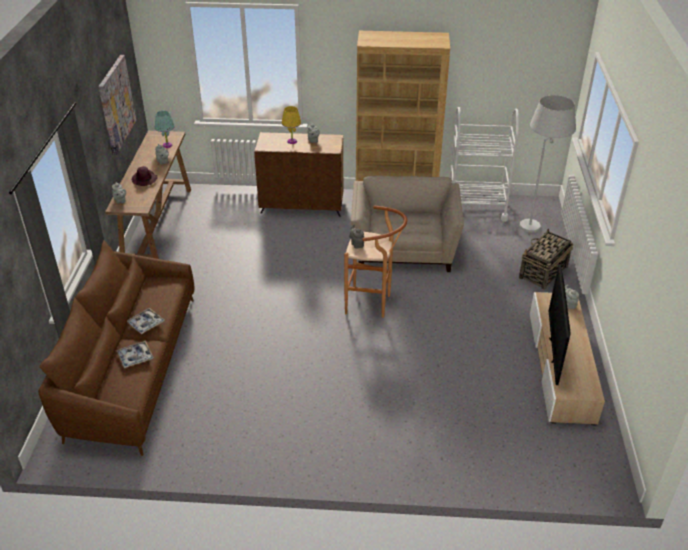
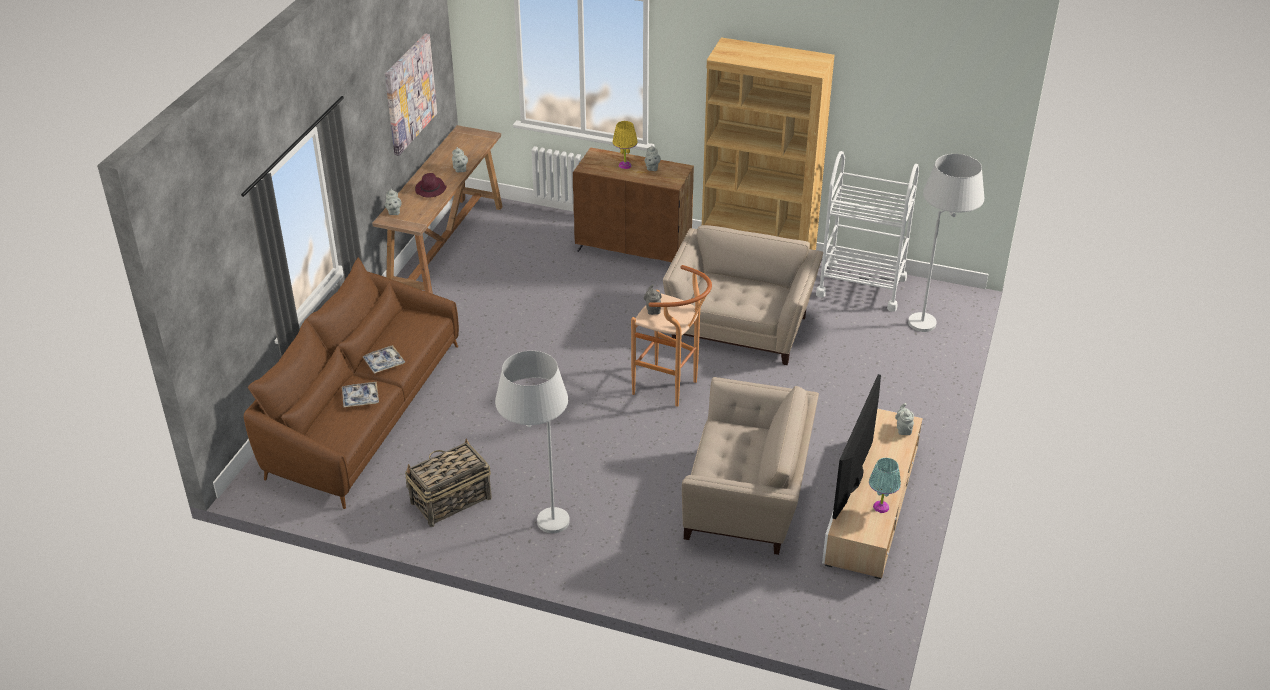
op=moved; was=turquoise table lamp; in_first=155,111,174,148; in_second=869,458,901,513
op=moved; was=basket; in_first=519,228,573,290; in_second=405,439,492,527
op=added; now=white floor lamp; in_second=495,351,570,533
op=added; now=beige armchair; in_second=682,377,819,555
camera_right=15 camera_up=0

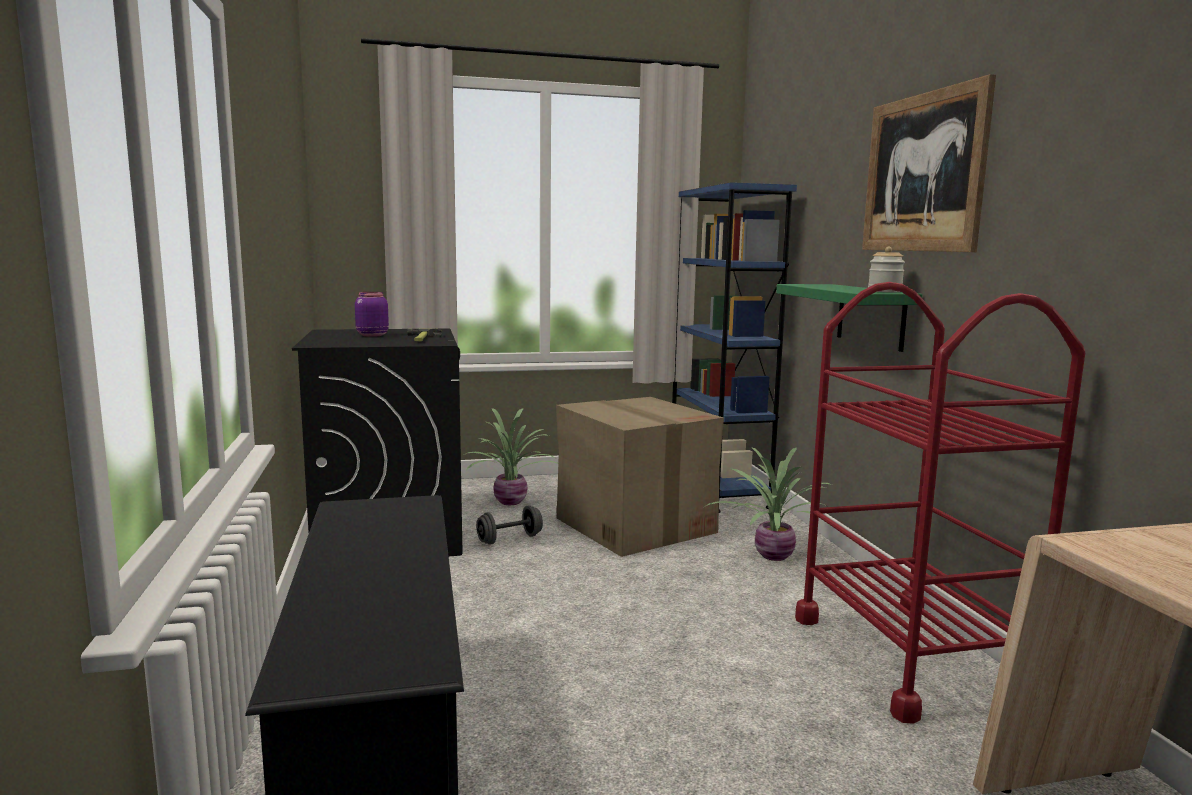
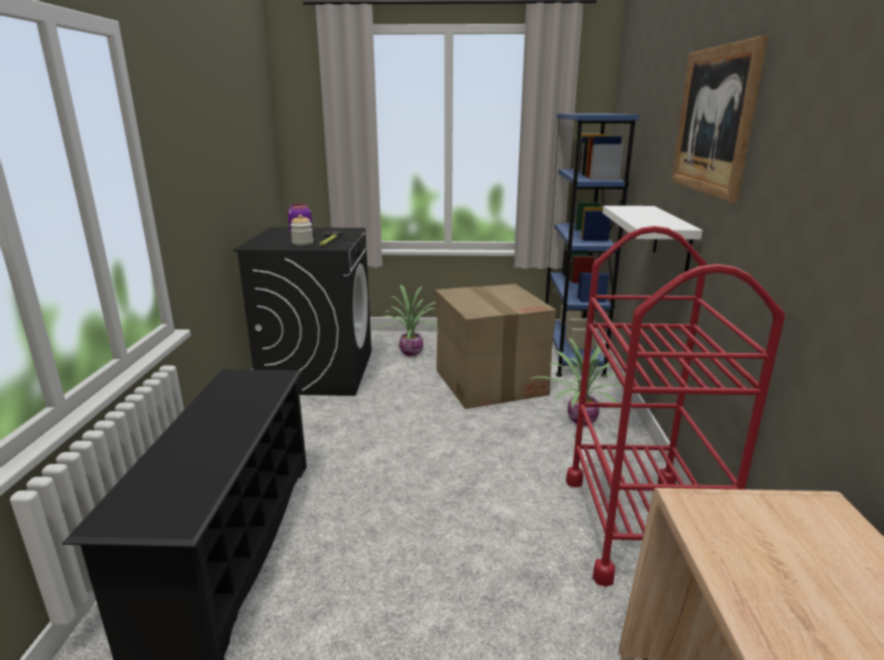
op=removed; was=grey dumbbell; in_first=476,505,543,545
op=recoloured; was=green shelf; now=white shelf; in_first=776,284,922,352; in_second=603,206,703,272
op=moved; was=jar; in_first=868,246,905,292; in_second=290,215,313,245
camera_right=15 camera_up=10

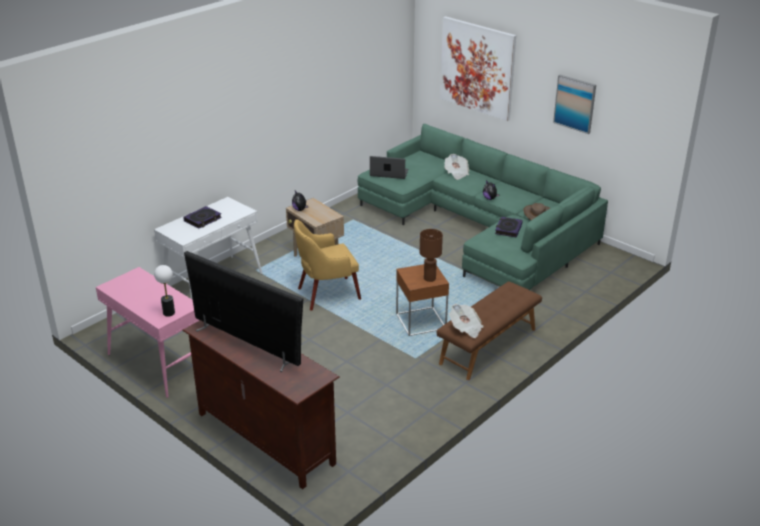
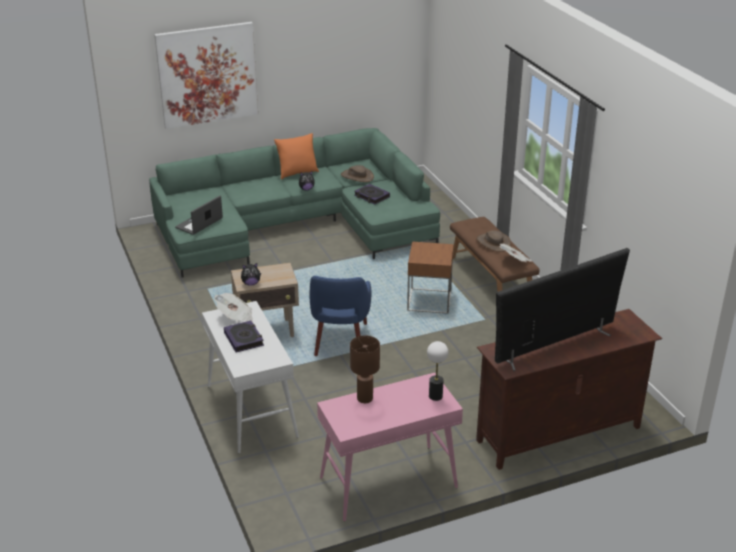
op=recoloured; was=yellow armchair; now=blue armchair; in_first=294,219,361,311; in_second=309,276,371,356
op=moved; was=brown table lamp; in_first=420,229,443,282; in_second=350,335,380,403
op=moved; was=newspaper; in_first=444,154,469,180; in_second=214,293,253,322
op=removed; was=picture; in_first=553,75,596,134
op=added; now=orange pillow; in_second=274,133,319,179
op=added; now=brown hat; in_second=476,230,511,252
camera_right=-65 camera_up=0

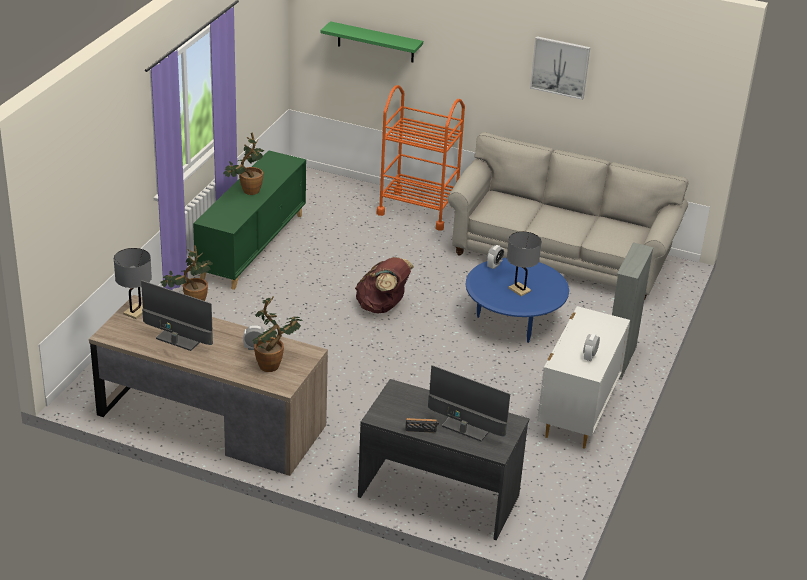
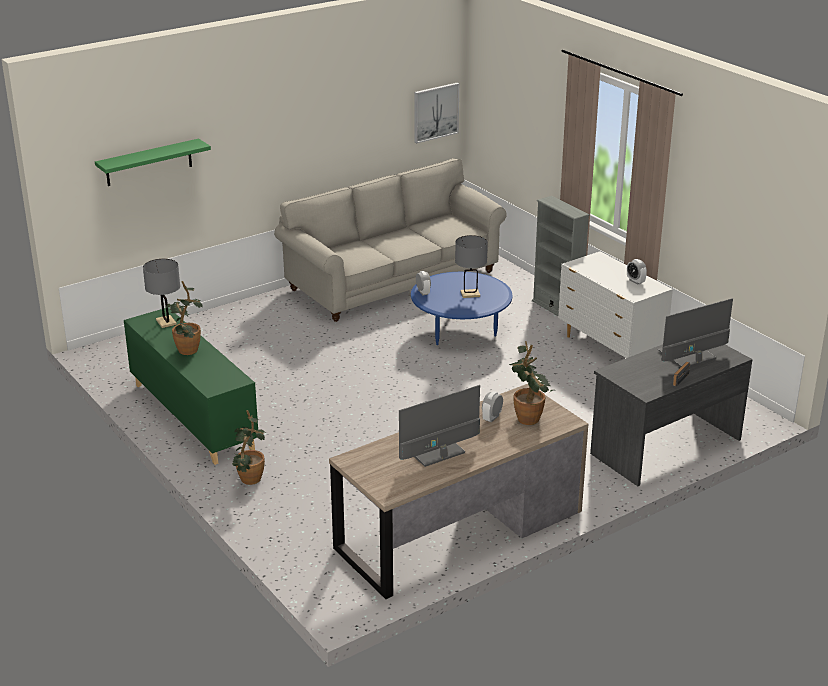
op=moved; was=grey table lamp; in_first=114,248,152,319; in_second=143,259,180,328
op=removed; was=brown backpack; in_first=355,257,414,314
op=removed; was=orange cart; in_first=377,85,465,231
op=moved; was=picture; in_first=530,36,590,100; in_second=414,83,459,143
camera_right=-55 camera_up=-5

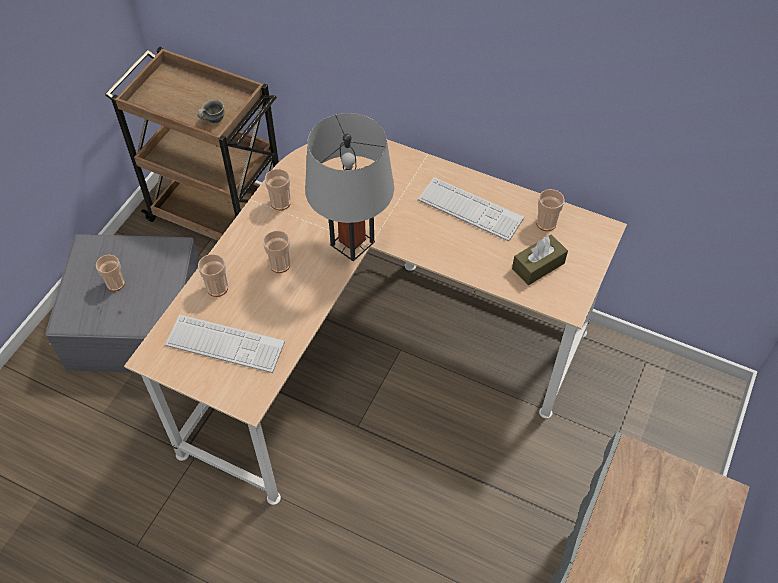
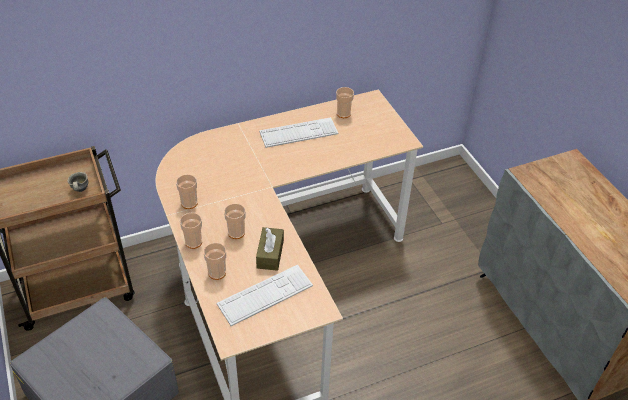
op=moved; was=cup; in_first=96,255,125,291; in_second=180,213,202,249
op=removed; was=grey table lamp; in_first=305,113,394,261
op=moved; was=brown tissue box; in_first=512,234,568,285; in_second=256,227,284,271
camera_right=-50 camera_up=-10

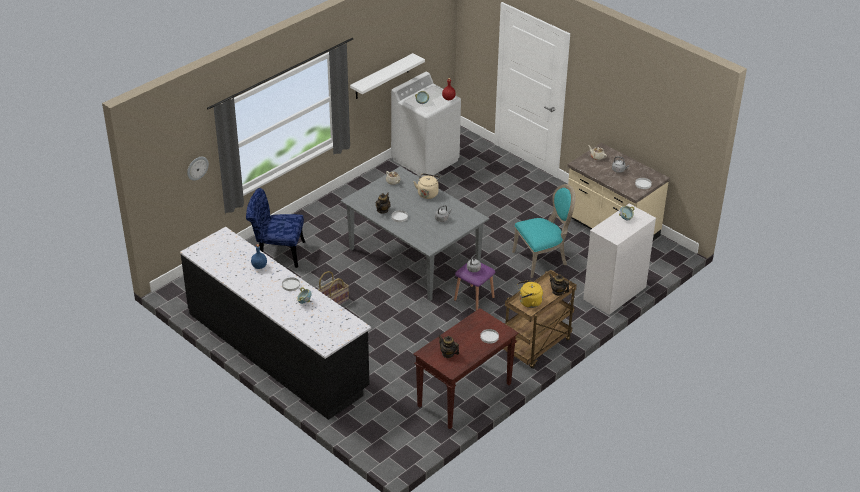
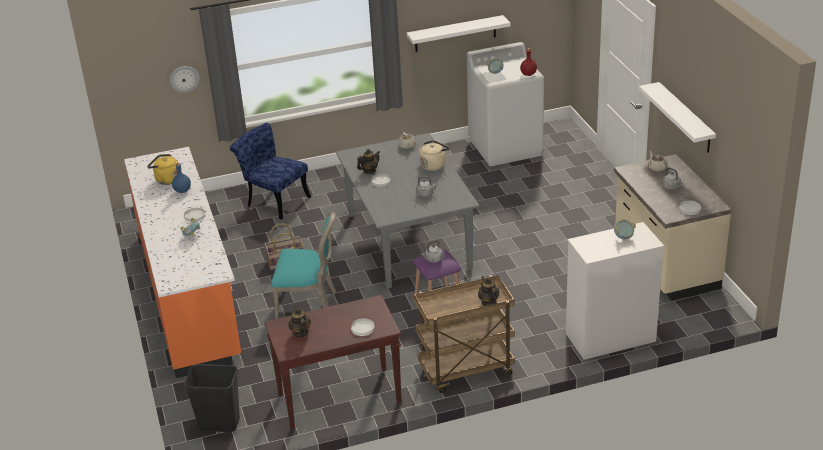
op=recoloured; was=black counter; now=orange counter; in_first=180,227,371,420; in_second=124,147,241,378
op=moved; was=turquoise chair; in_first=512,184,576,278; in_second=272,212,337,319
op=moved; was=yellow kettle; in_first=517,280,543,308; in_second=147,154,178,185
op=added; now=black trash can; in_second=184,364,240,432
op=added; now=white shelf; in_second=639,82,716,153
camera_right=30 camera_up=-5

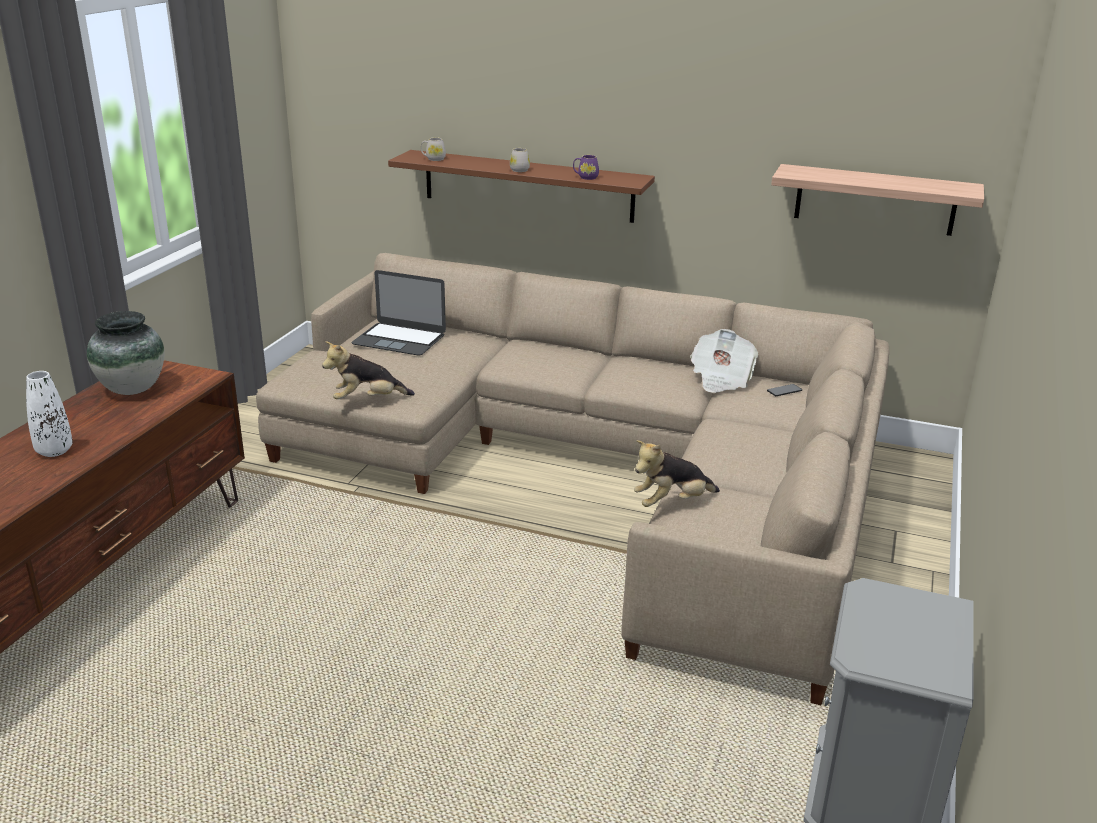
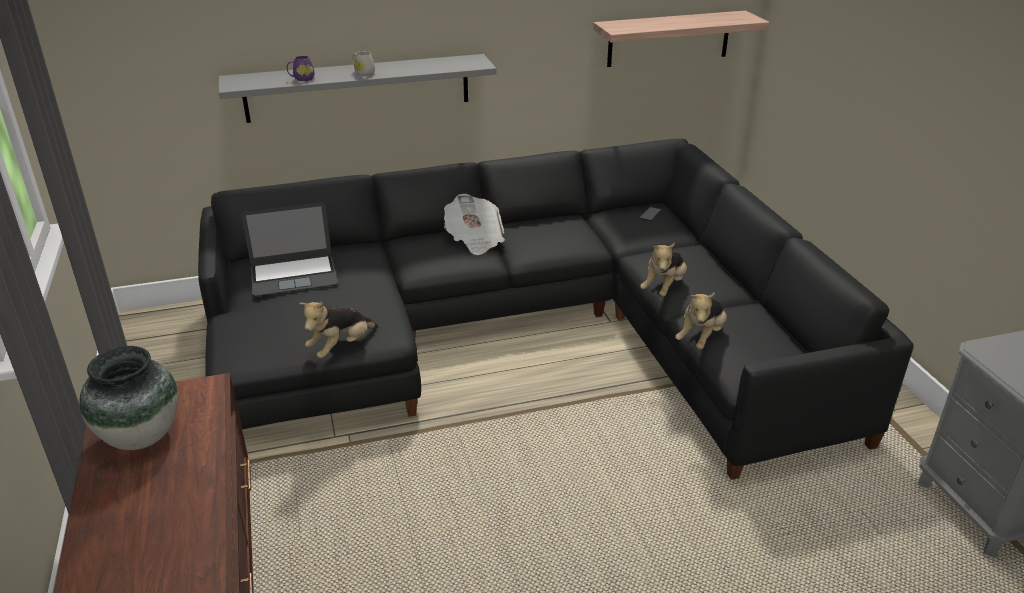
op=removed; was=white vase; in_first=26,371,73,457
op=recoloured; was=beige sofa; now=black sofa; in_first=256,253,889,705; in_second=198,138,914,480
op=recoloured; was=brown shelf; now=grey shelf; in_first=388,150,655,223; in_second=219,54,497,123
op=removed; was=white mug; in_first=420,137,446,161
op=moved; was=purple mug; in_first=573,155,599,180; in_second=287,56,314,81
op=moved; was=newspaper; in_first=690,329,758,393; in_second=444,194,505,255
op=added; now=plush toy; in_second=640,243,687,296
camera_right=-35 camera_up=5

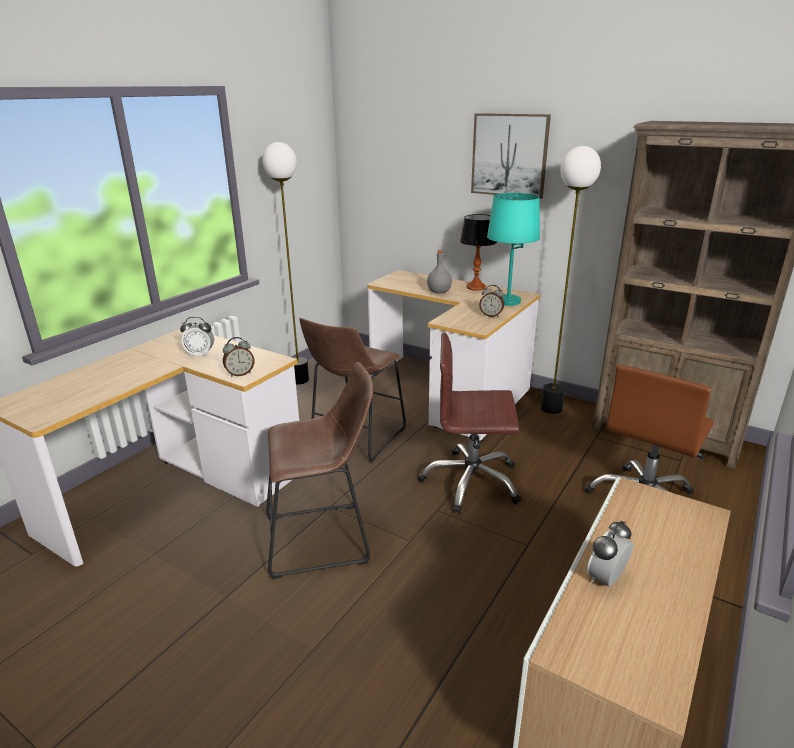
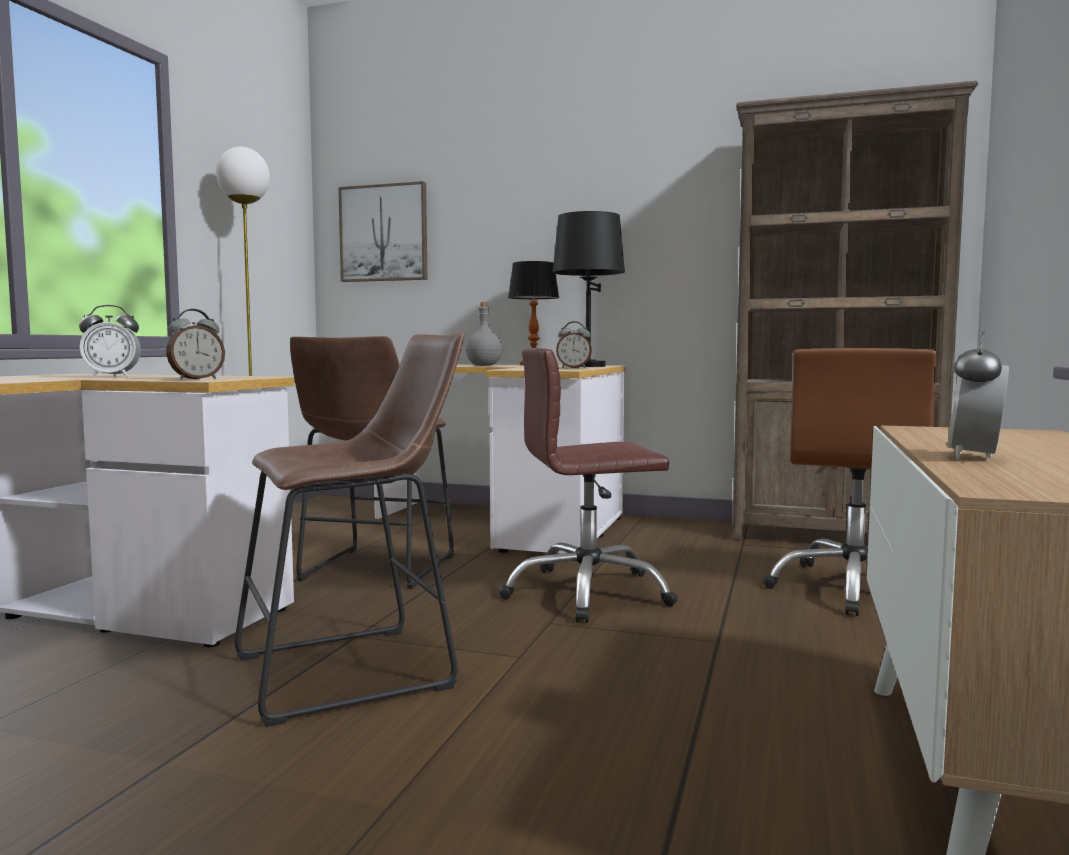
op=moved; was=picture; in_first=471,113,551,199; in_second=338,181,427,282
op=recoloured; was=turquoise table lamp; now=black table lamp; in_first=487,193,540,306; in_second=553,211,625,367
op=removed; was=floor lamp; in_first=541,146,601,414
camera_right=-15 camera_up=-20

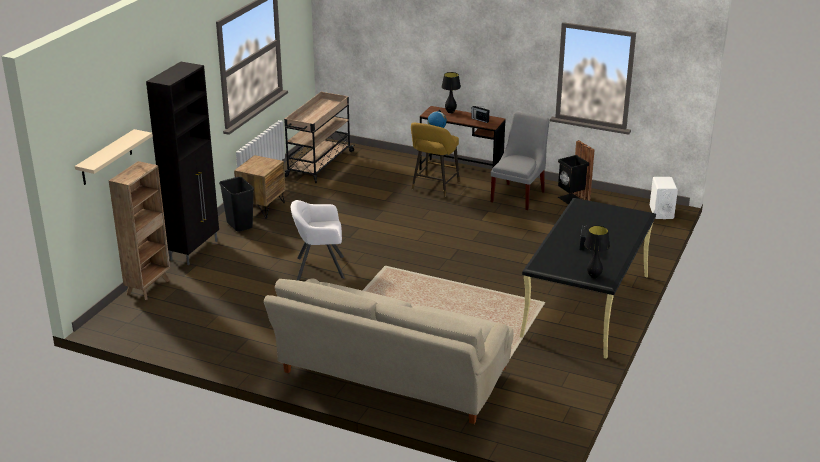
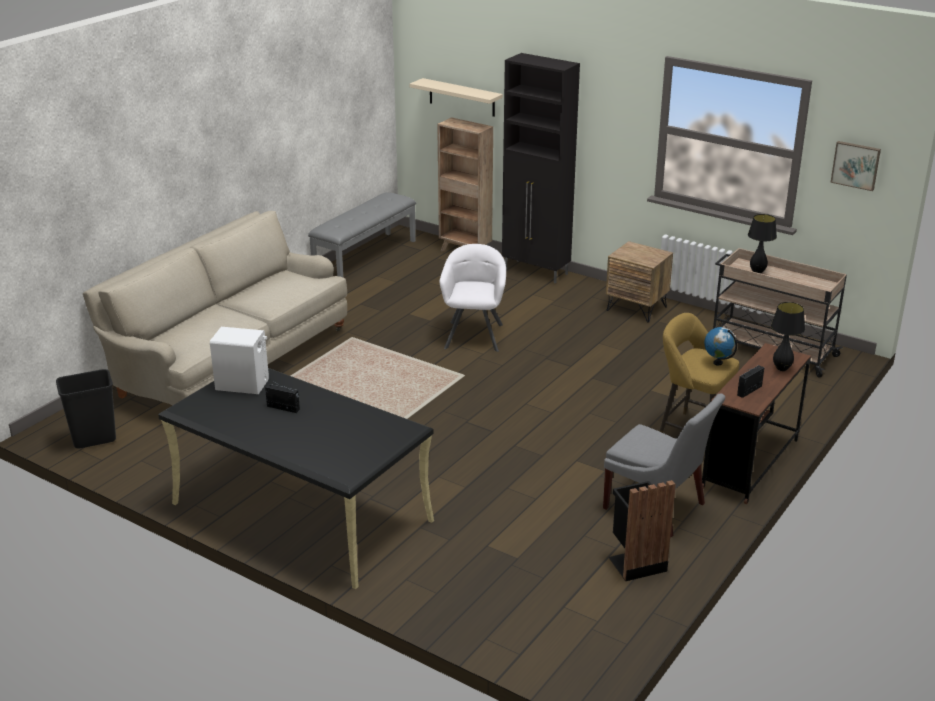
op=moved; was=black trash can; in_first=219,177,254,232; in_second=56,369,116,449
op=moved; was=black table lamp; in_first=584,225,610,279; in_second=748,214,777,274
op=moved; was=white speaker; in_first=650,177,678,219; in_second=210,327,269,394
op=added; now=grey bench; in_second=308,192,416,277
op=added; now=picture; in_second=830,141,881,191
camera_right=100 camera_up=0

